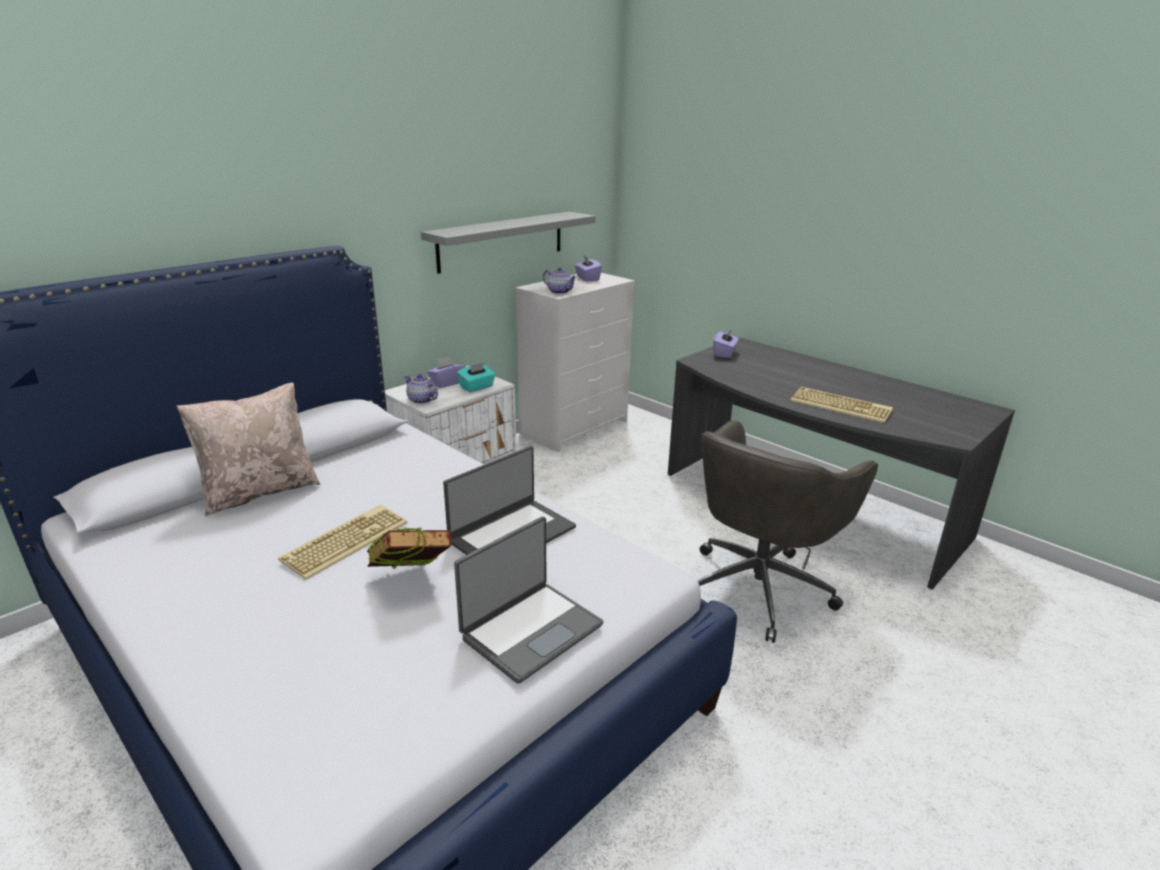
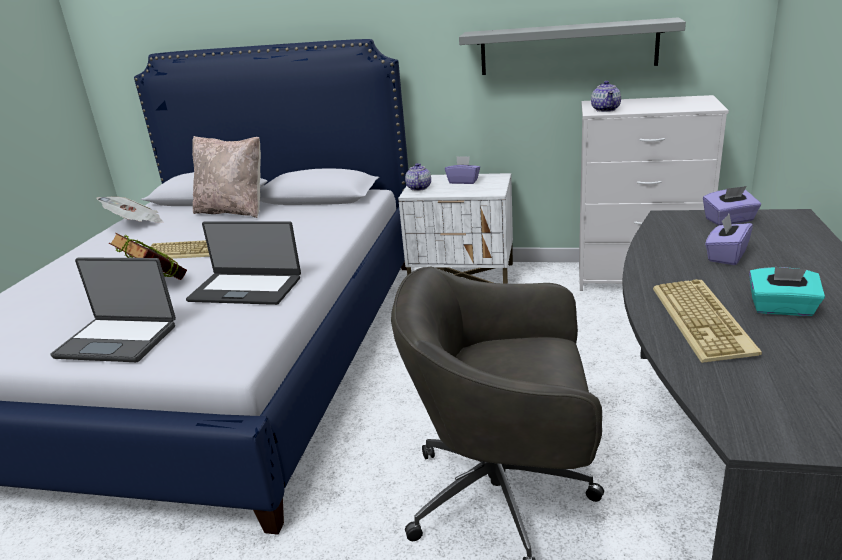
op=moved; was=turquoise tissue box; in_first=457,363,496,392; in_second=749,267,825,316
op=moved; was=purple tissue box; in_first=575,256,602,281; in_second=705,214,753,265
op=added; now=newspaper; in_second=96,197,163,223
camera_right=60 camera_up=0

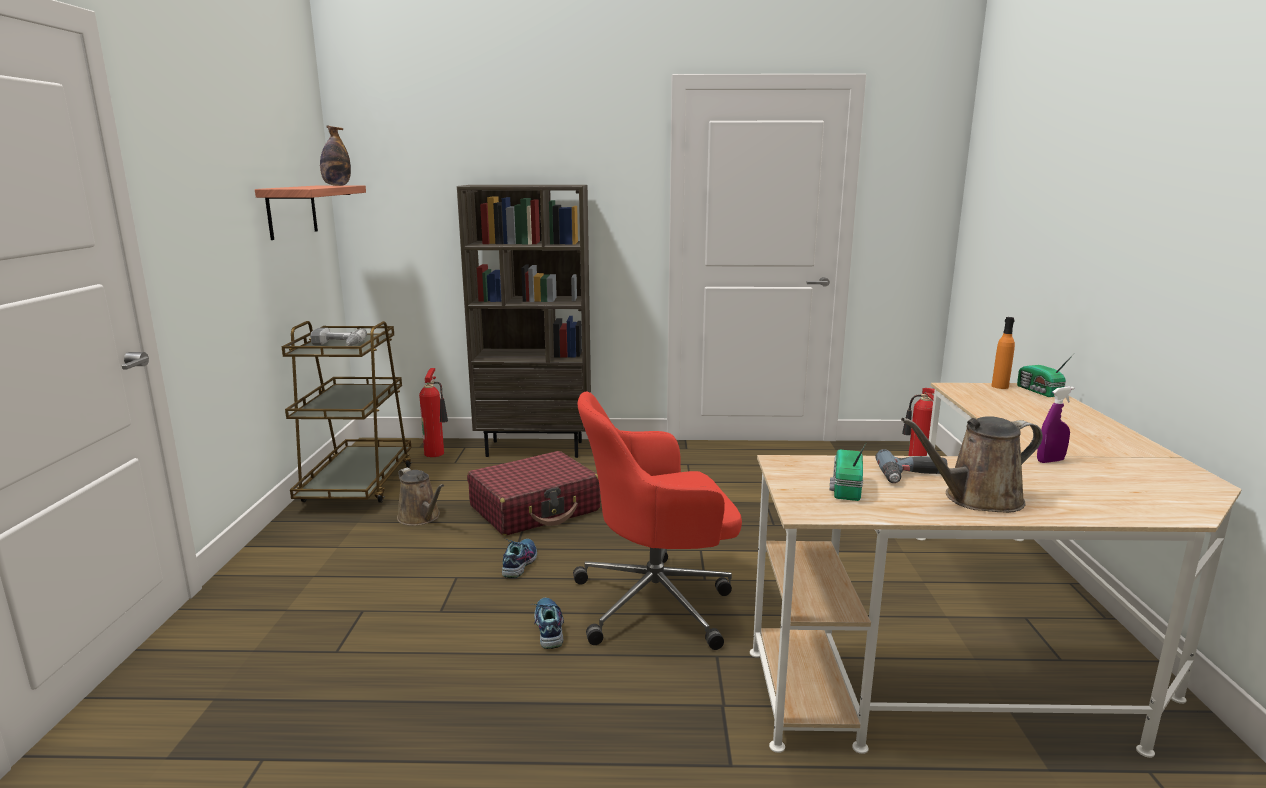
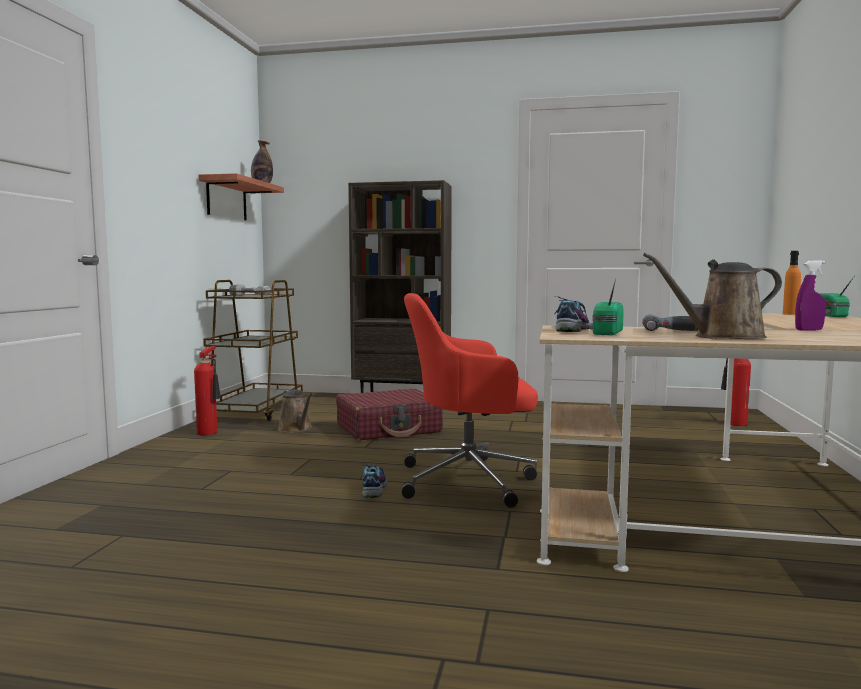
op=moved; was=fire extinguisher; in_first=419,368,448,457; in_second=194,346,221,435
op=moved; was=shoe; in_first=502,539,537,578; in_second=554,296,590,332
camera_right=10 camera_up=-10

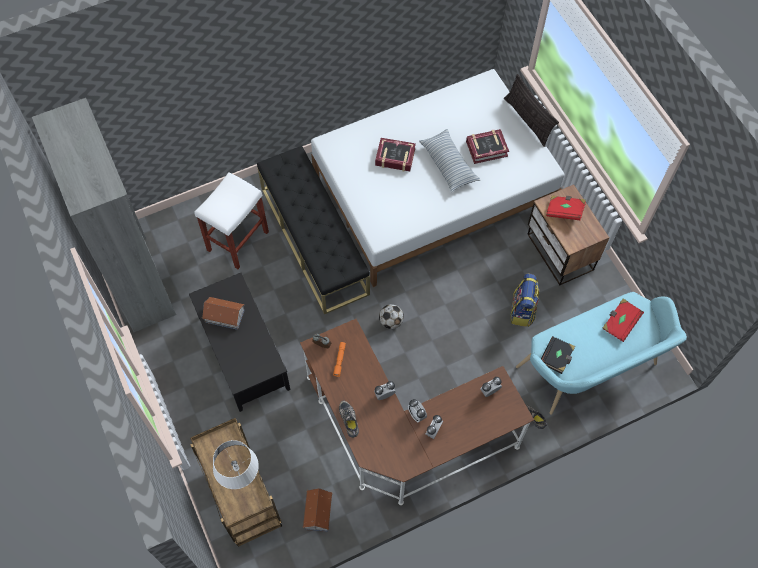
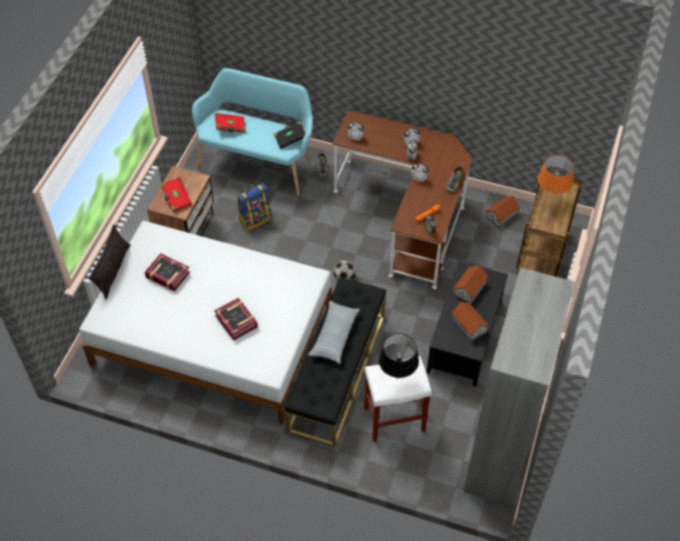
op=recoloured; was=white table lamp; now=orange table lamp; in_first=213,440,259,489; in_second=538,155,574,201
op=moved; was=pillow; in_first=419,129,480,192; in_second=308,301,360,364
op=added; now=black table lamp; in_second=379,333,419,379
op=added; now=toy house; in_second=453,265,489,304
camera_right=-135 camera_up=-10

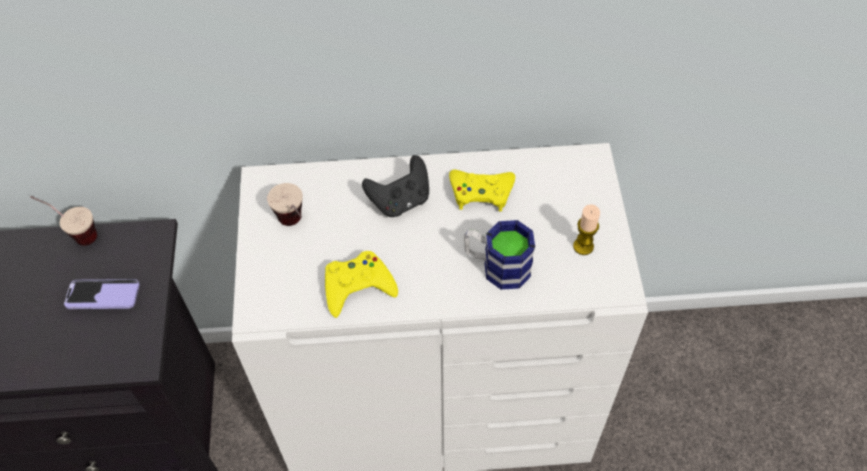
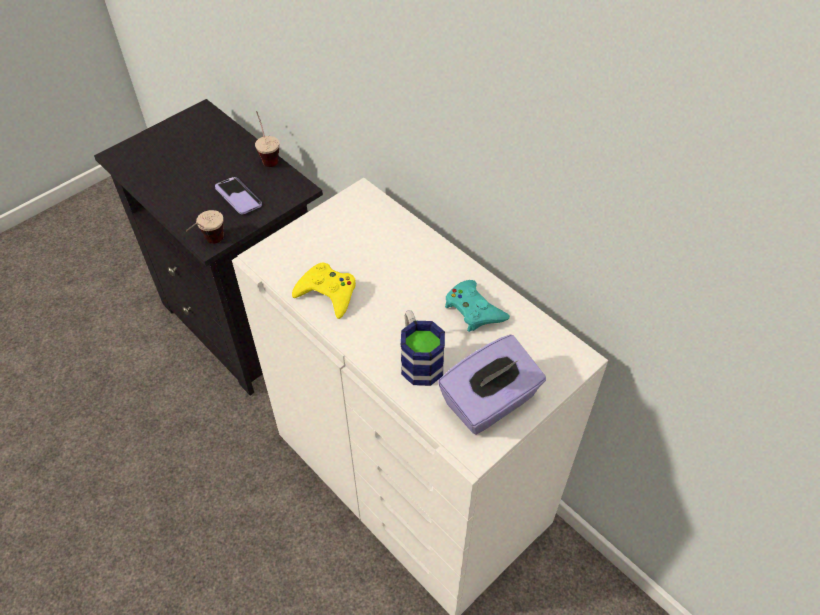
op=moved; was=cup; in_first=267,183,303,226; in_second=186,210,224,244
op=removed; was=black game controller; in_first=362,155,429,217
op=recoloured; was=yellow game controller; now=turquoise game controller; in_first=449,169,515,212; in_second=445,280,510,332
op=replaced; was=candle; now=purple tissue box; in_first=573,204,600,255; in_second=438,335,546,435
camera_right=50 camera_up=-5

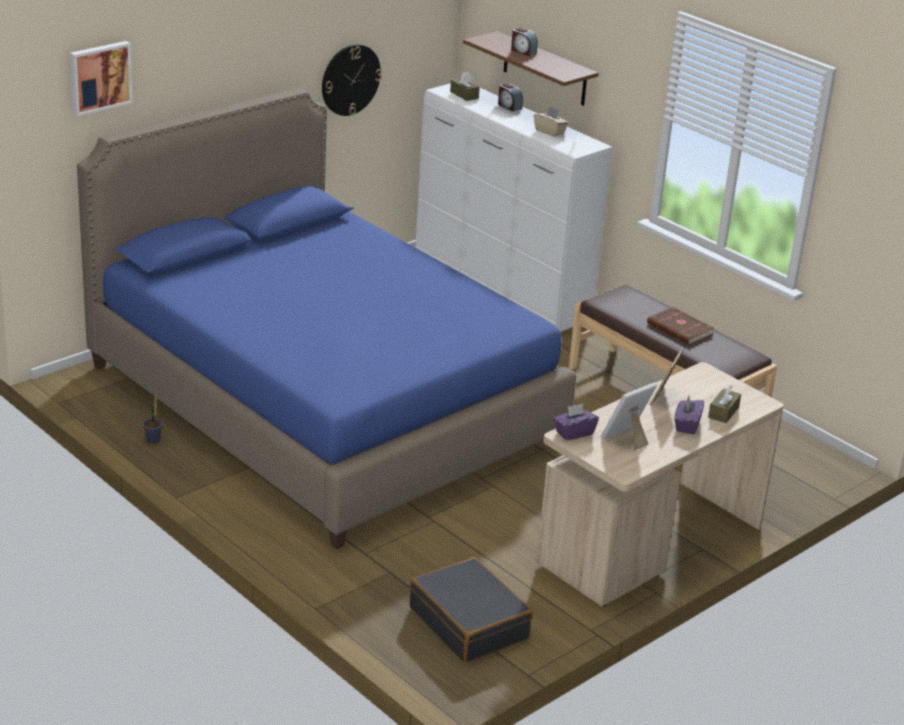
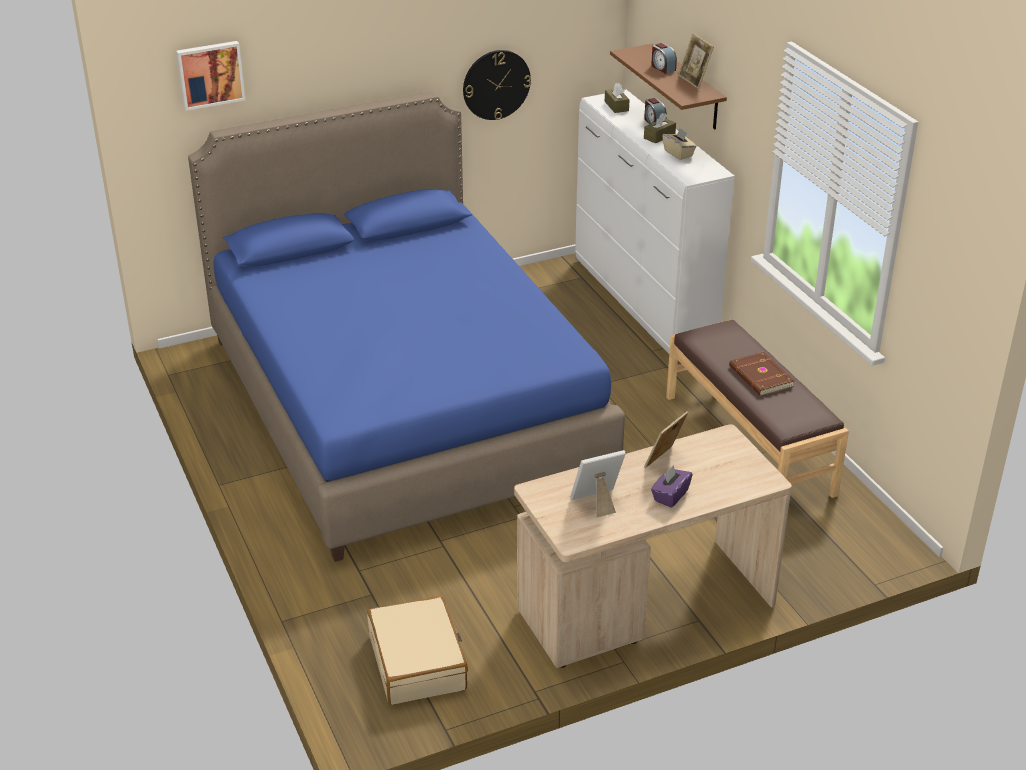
op=removed; was=potted plant; in_first=142,396,163,444
op=recoloured; was=black suitcase; now=beige suitcase; in_first=410,557,533,663; in_second=367,596,468,705
op=removed; was=purple tissue box; in_first=553,404,599,440
op=moved; was=brown tissue box; in_first=708,385,741,423; in_second=644,113,676,144
op=added; now=picture frame; in_second=678,33,714,89
camera_right=20 camera_up=5

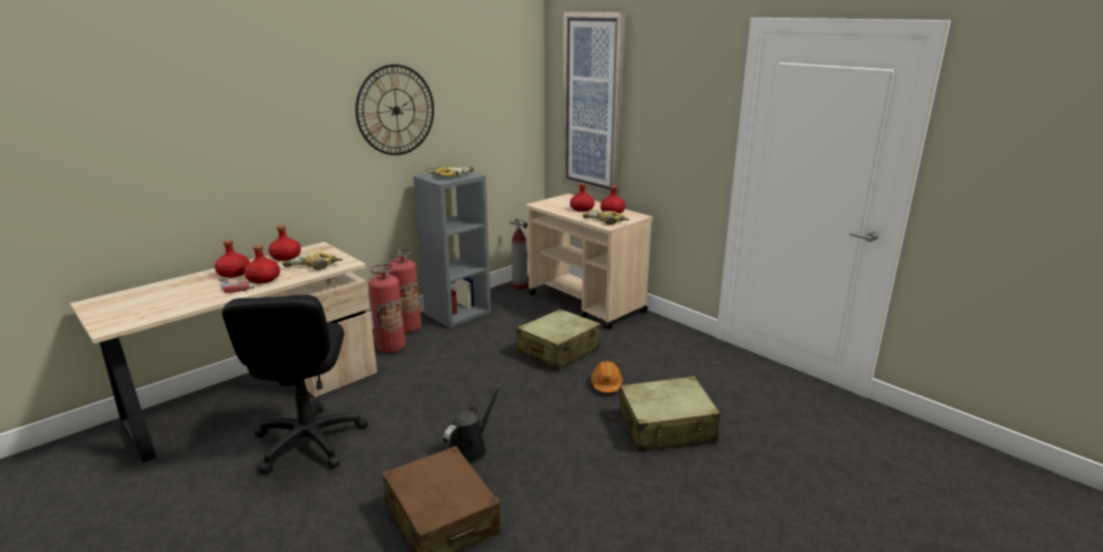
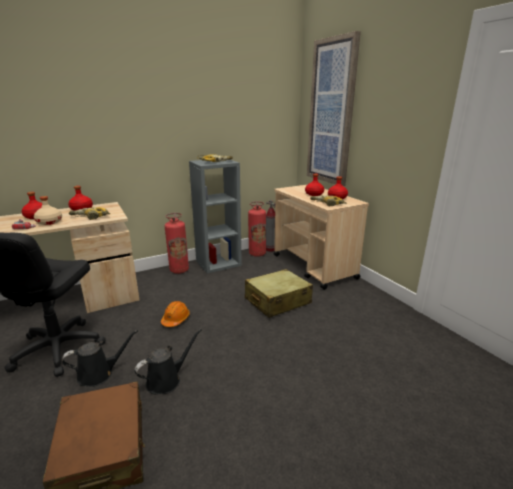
op=recoloured; was=red bottle; now=beige bottle; in_first=244,245,280,284; in_second=34,196,62,225
op=removed; was=wall clock; in_first=355,64,434,155
op=moved; was=fire extinguisher; in_first=368,264,406,353; in_second=248,201,266,257
op=moved; was=orange hard hat; in_first=591,361,623,393; in_second=161,301,190,327
op=removed; was=beige suitcase; in_first=619,376,720,452
op=added; now=black watering can; in_second=62,330,138,387
camera_right=15 camera_up=0

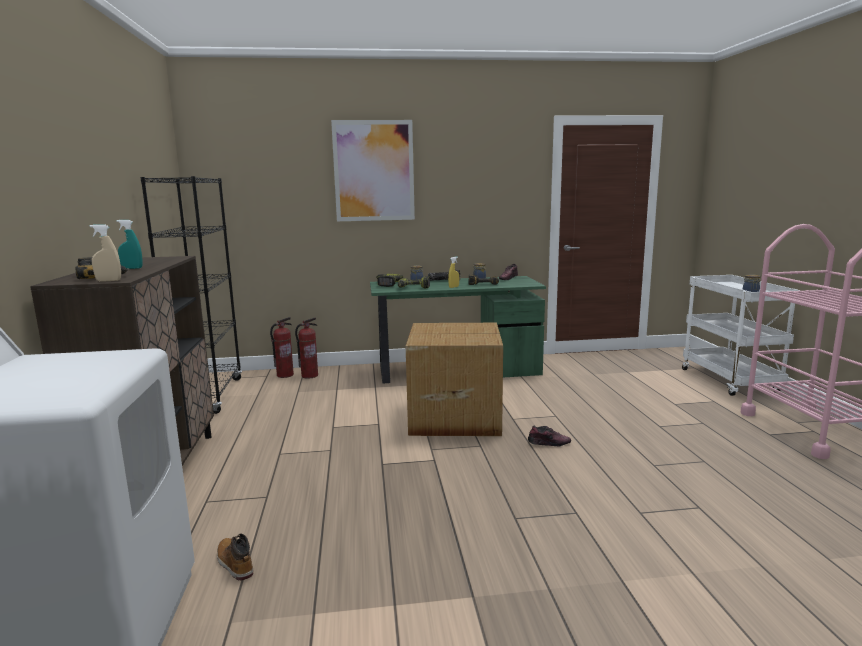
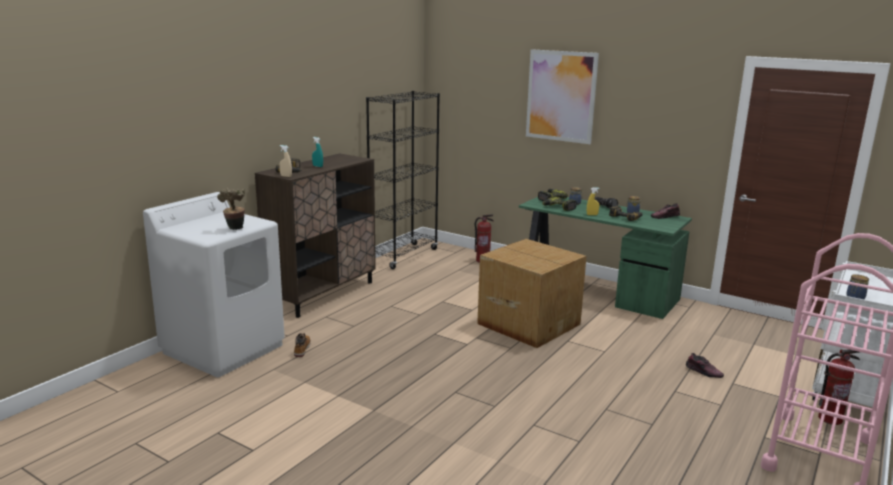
op=moved; was=fire extinguisher; in_first=270,317,294,378; in_second=818,349,860,425
op=moved; was=shoe; in_first=528,426,571,447; in_second=686,353,724,378
op=added; now=potted plant; in_second=217,188,245,230
camera_right=40 camera_up=5

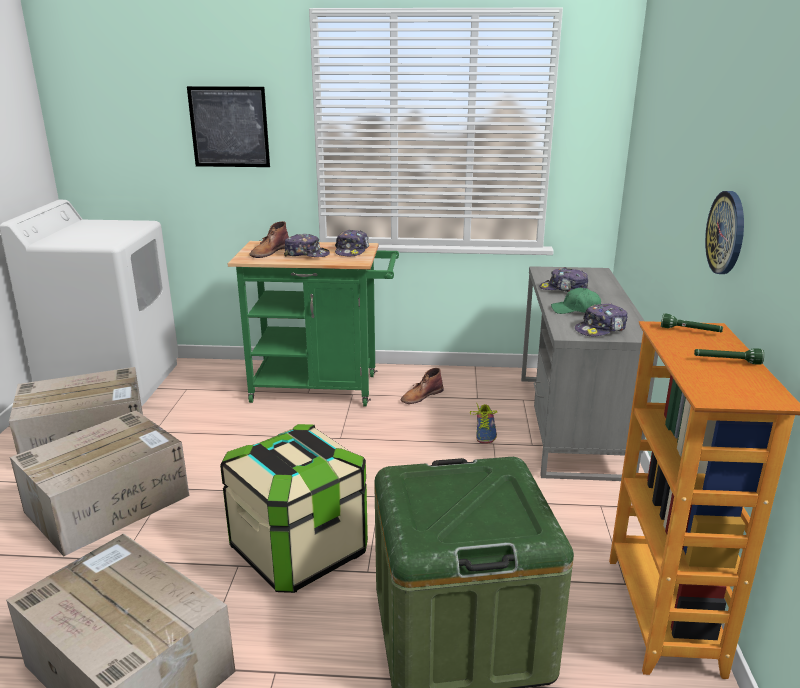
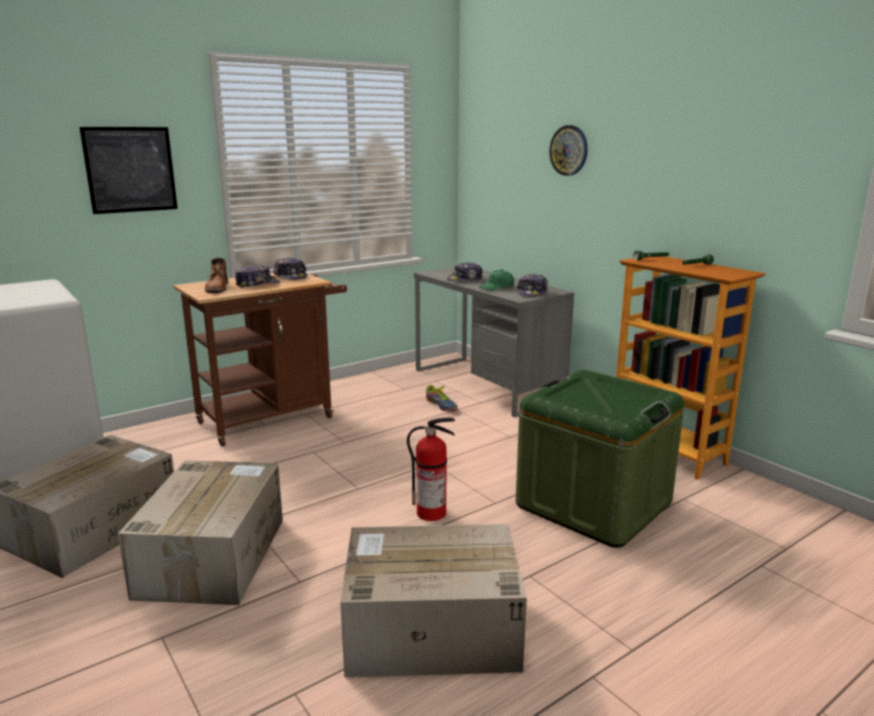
op=replaced; was=storage box; now=fire extinguisher; in_first=220,424,368,593; in_second=407,418,455,521
op=recoloured; was=green cart; now=brown cart; in_first=227,241,399,406; in_second=173,273,347,446
op=removed; was=brown boot; in_first=401,368,444,404
op=moved; was=wall clock; in_first=705,191,744,274; in_second=549,125,588,176
camera_right=-40 camera_up=-5

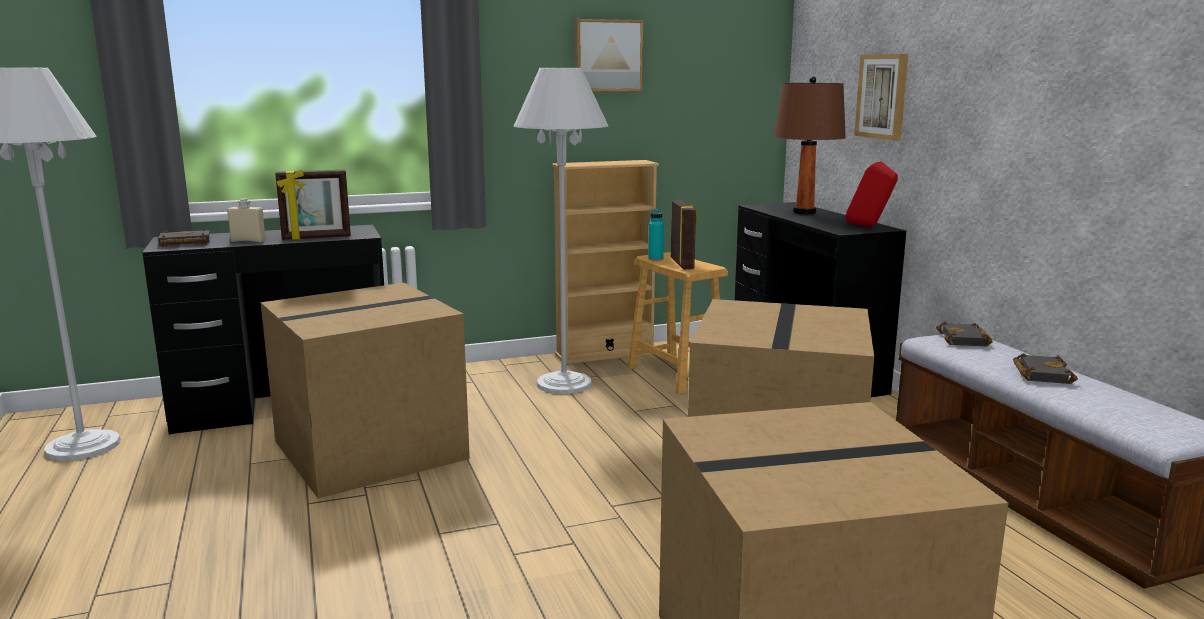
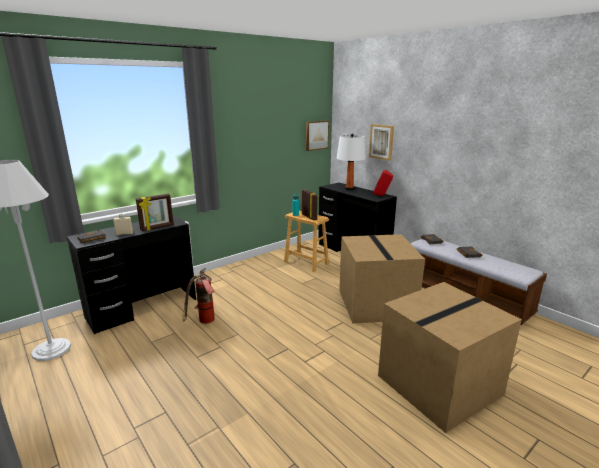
op=replaced; was=cardboard box; now=fire extinguisher; in_first=261,283,470,499; in_second=183,268,215,324
op=removed; was=white floor lamp; in_first=514,68,608,394
op=removed; was=beige bookcase; in_first=552,160,659,364
op=moved; was=picture; in_first=575,19,643,92; in_second=306,120,329,151
op=recoloured; was=brown table lamp; now=white table lamp; in_first=774,76,846,214; in_second=337,133,366,190
camera_right=-20 camera_up=5

